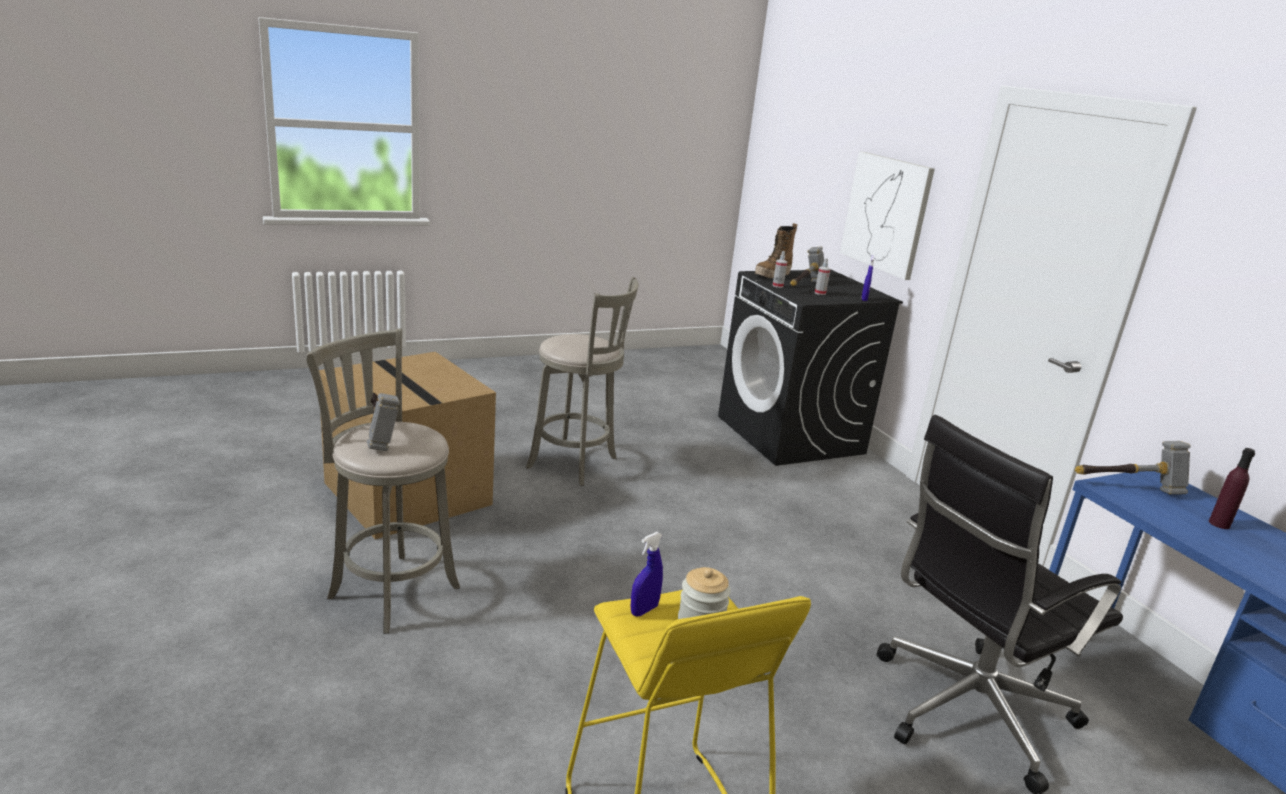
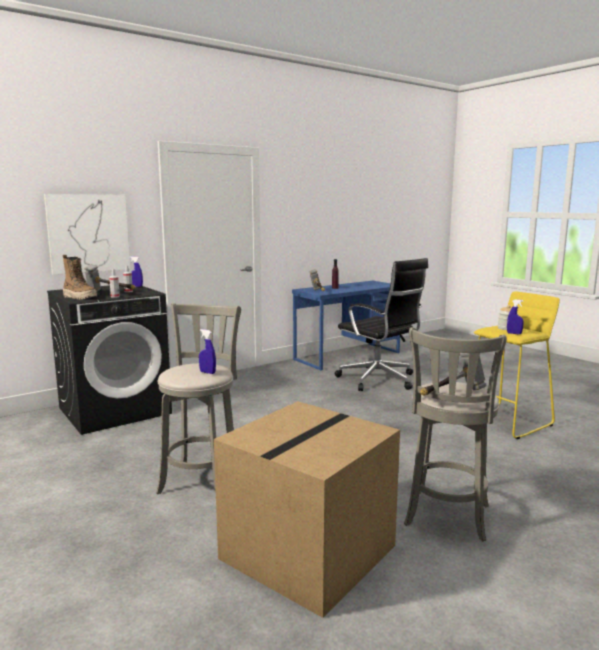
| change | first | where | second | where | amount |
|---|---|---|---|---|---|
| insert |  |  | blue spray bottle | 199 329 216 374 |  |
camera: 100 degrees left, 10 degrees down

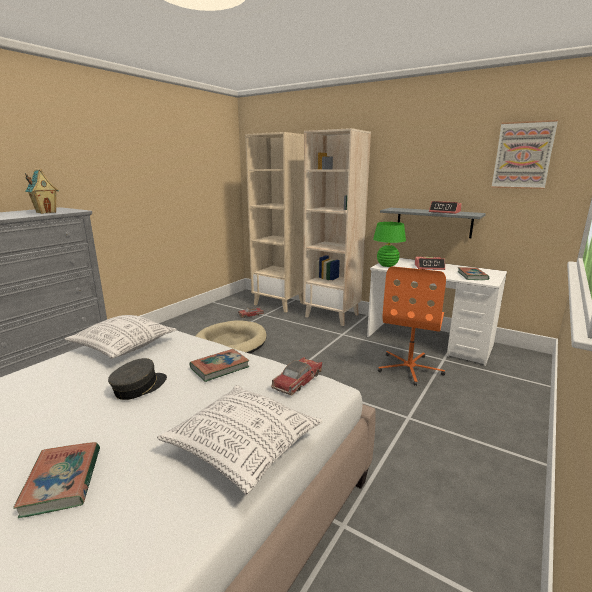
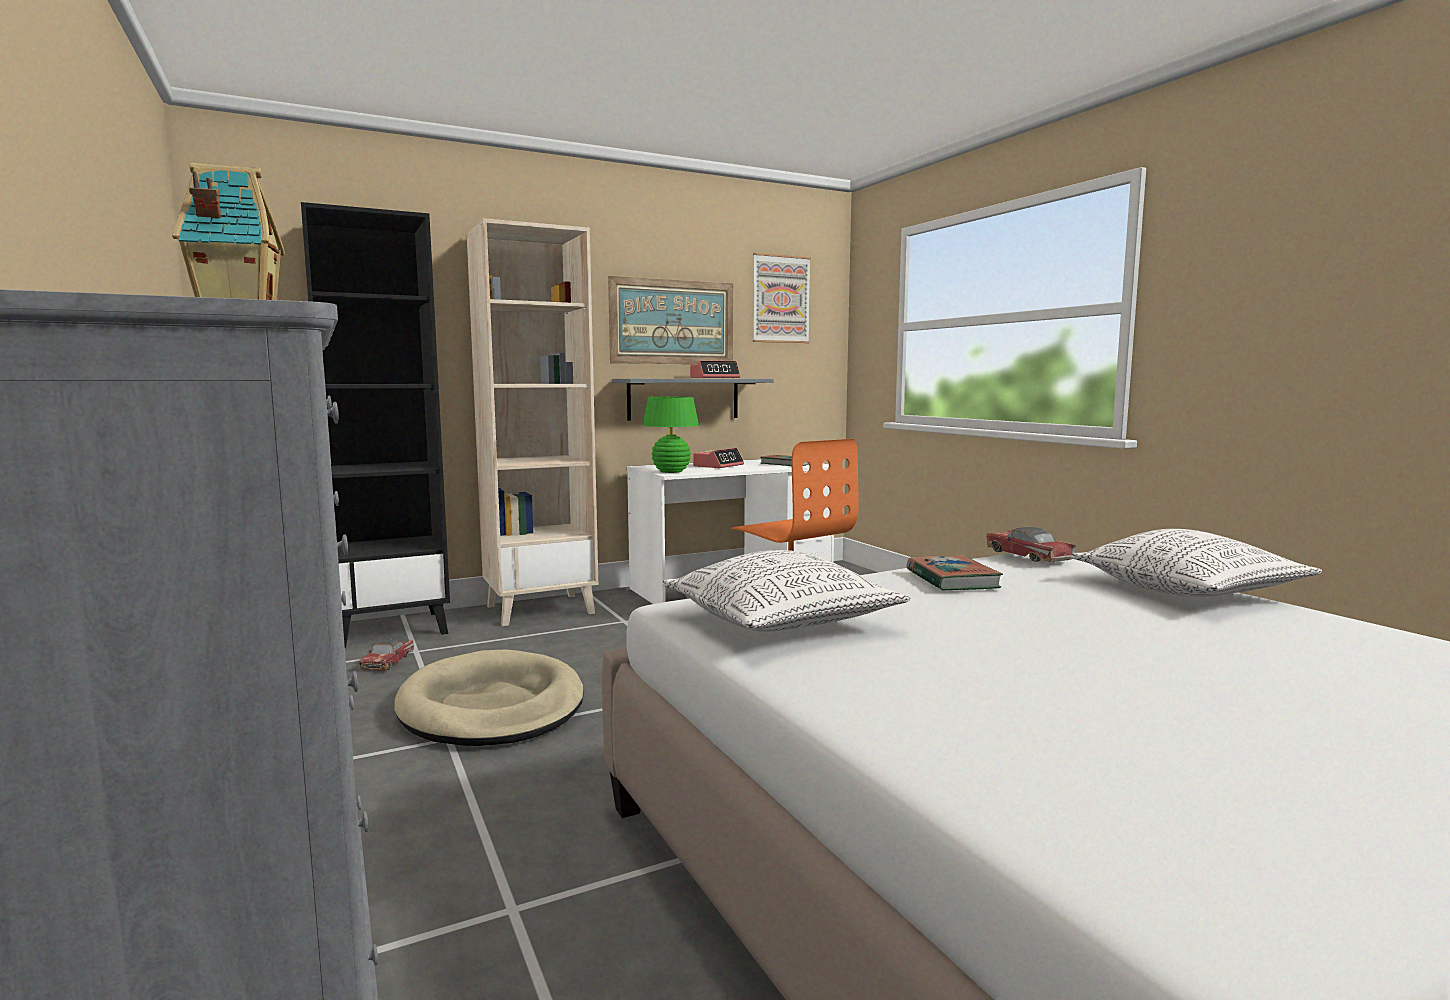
| change | first | where | second | where | amount |
|---|---|---|---|---|---|
| delete | book | 13 442 100 518 |  |  |  |
| delete | grey cap | 108 358 167 400 |  |  |  |
| recolor | beige bookcase | 245 132 304 313 | black bookcase | 301 202 450 648 |  |
| insert |  |  | picture | 608 276 733 364 |  |
camera: 60 degrees left, 10 degrees down

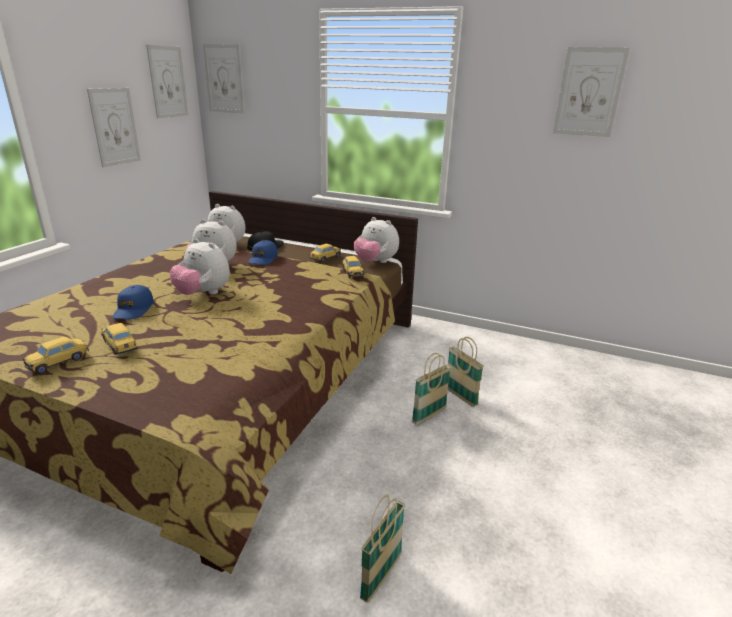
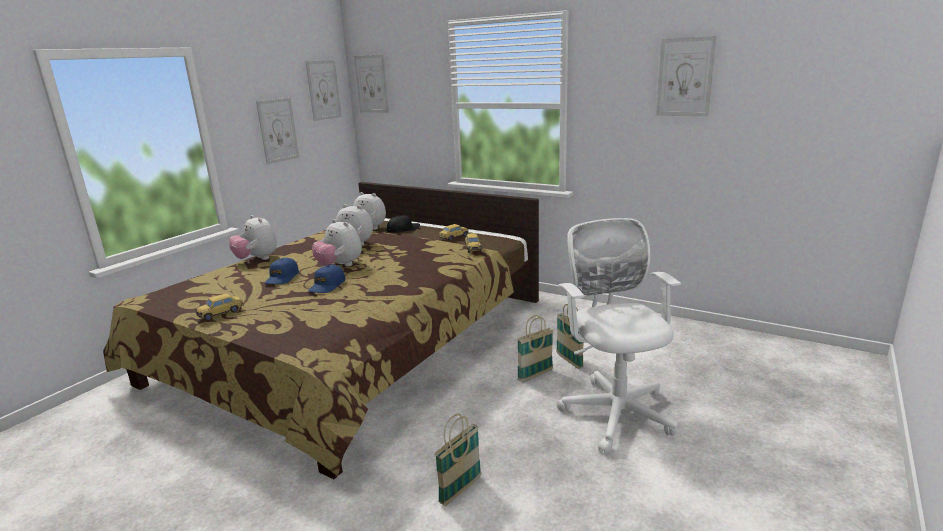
| change | first | where | second | where | amount |
|---|---|---|---|---|---|
| delete | toy car | 101 323 138 355 |  |  |  |
| move | blue cap | 248 240 278 265 |  | 308 265 345 293 |  |
| move | plush toy | 354 217 399 263 |  | 229 215 277 260 |  |
| insert |  |  | white office chair | 557 218 681 454 |  |
camera: 10 degrees right, 5 degrees down

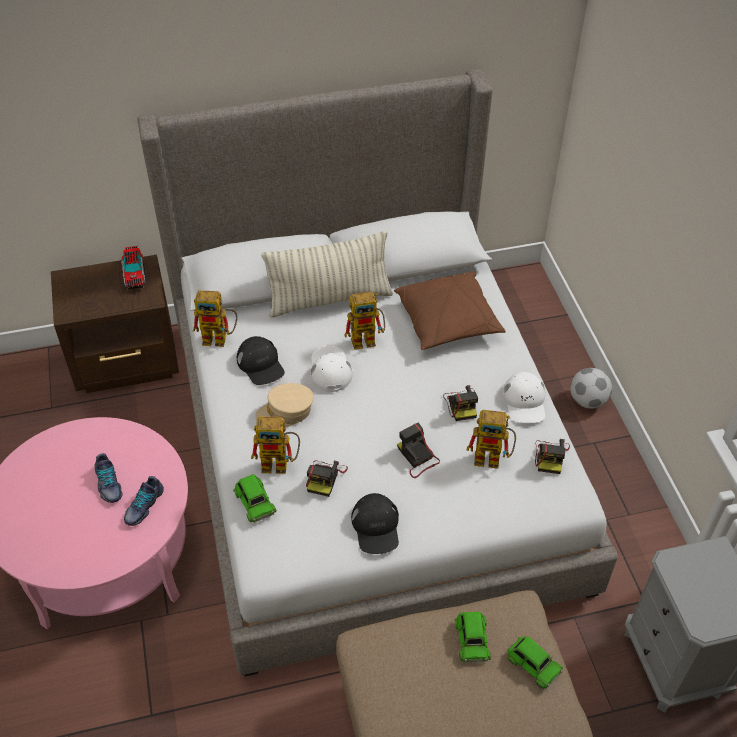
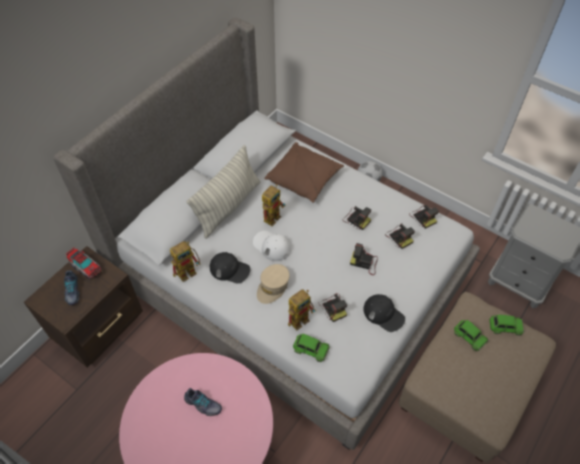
| change | first | where | second | where | amount |
|---|---|---|---|---|---|
| move | shoe | 124 476 164 526 |  | 64 270 80 305 |  |
| replace | toy robot | 467 410 516 469 | photo camera | 385 224 415 249 |  |
| delete | white cap | 502 372 546 423 |  |  |  |
camera: 40 degrees left, 5 degrees up

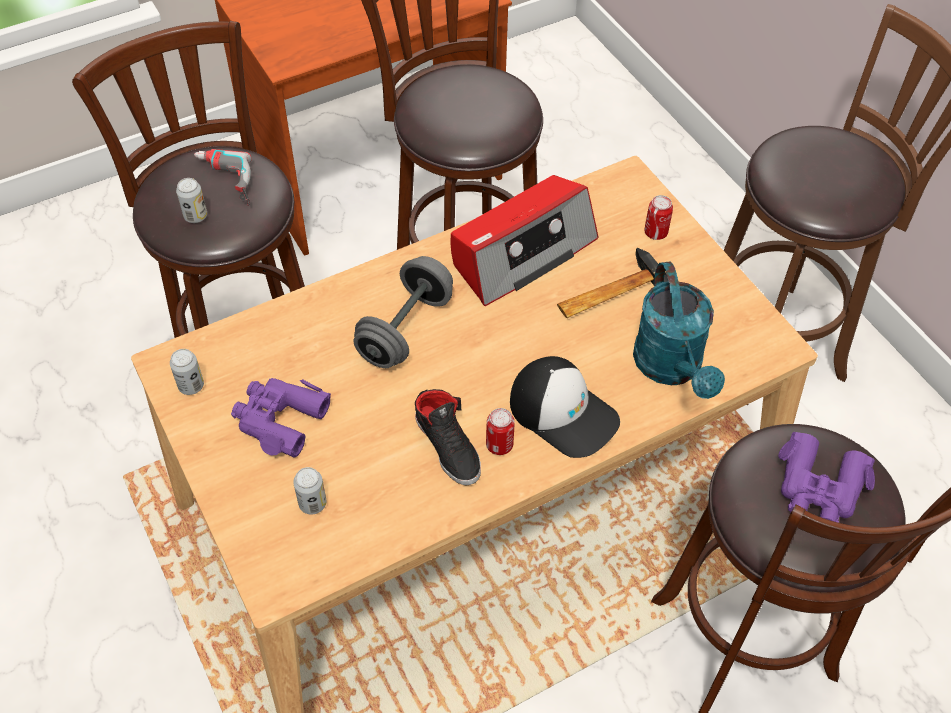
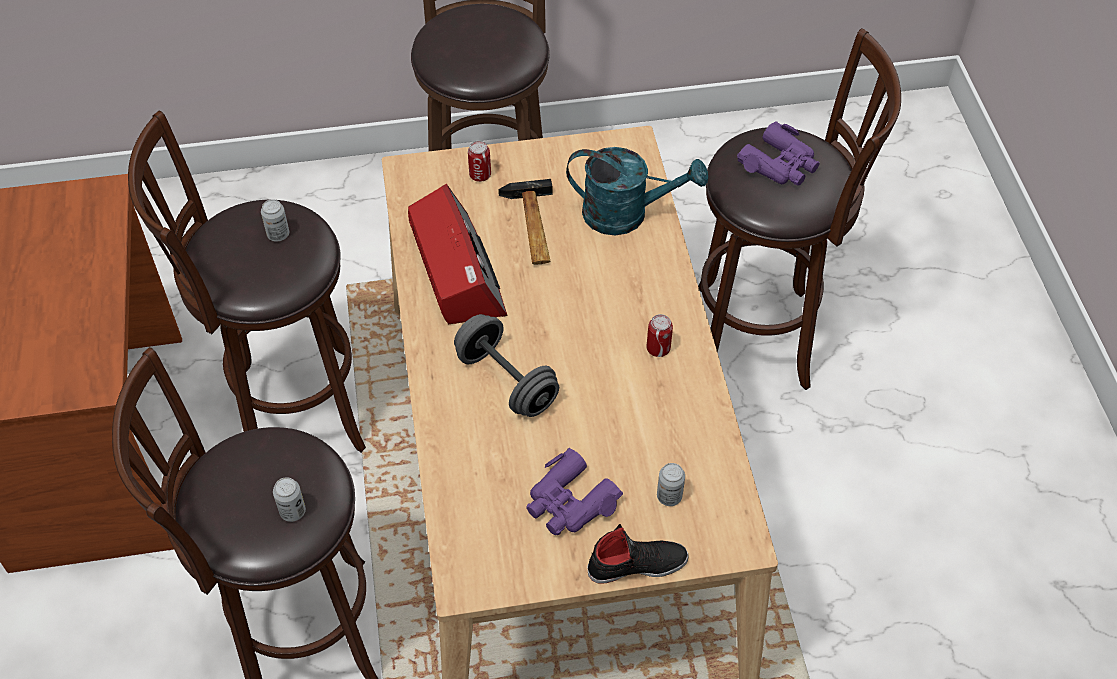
| change | first | where | second | where | amount |
|---|---|---|---|---|---|
| move | can | 170 349 204 395 |  | 261 199 289 242 |  |
| delete | power drill | 194 149 252 206 |  |  |  |
| move | black shoe | 415 389 481 486 |  | 587 524 689 584 |  |
| delete | cap | 510 356 620 458 |  |  |  |
camera: 70 degrees left, 0 degrees up

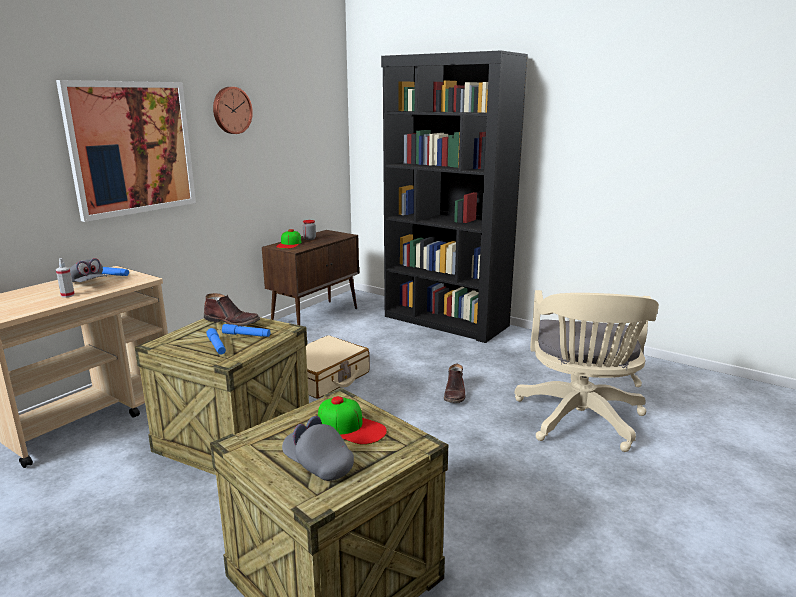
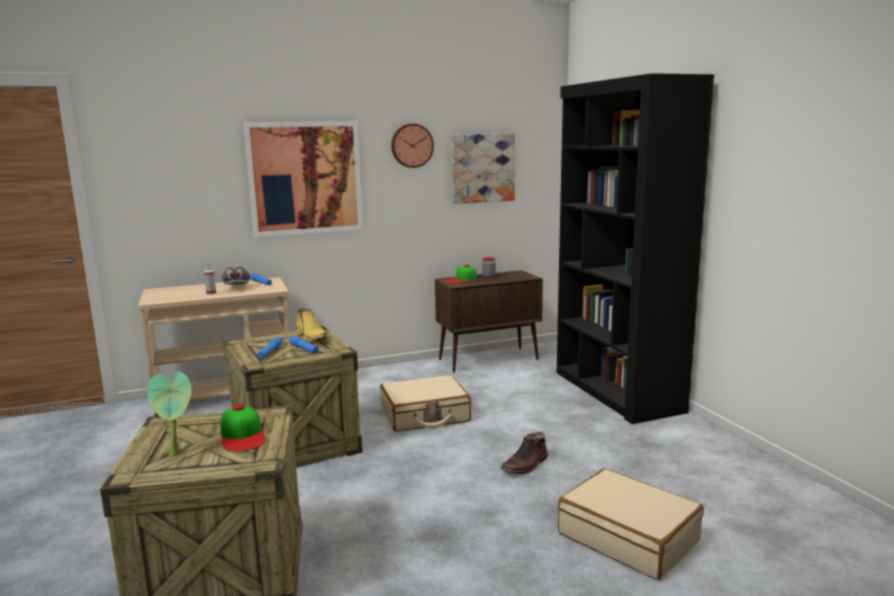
| change | first | where | second | where | amount |
|---|---|---|---|---|---|
| recolor | brown boot | 204 293 260 326 | yellow boot | 296 308 328 341 |  |
| replace | grey cap | 282 416 354 481 | potted plant | 147 372 192 457 |  |
| replace | beige office chair | 514 290 659 452 | beige suitcase | 558 468 704 580 |  |
| insert |  |  | picture | 452 133 515 204 |  |
camera: 35 degrees right, 5 degrees down

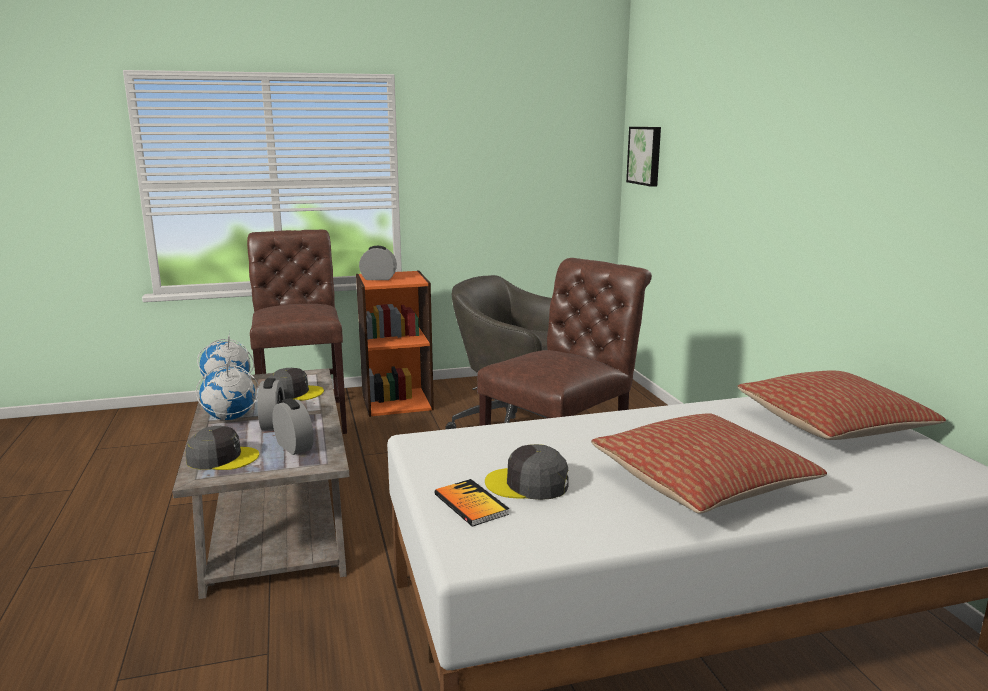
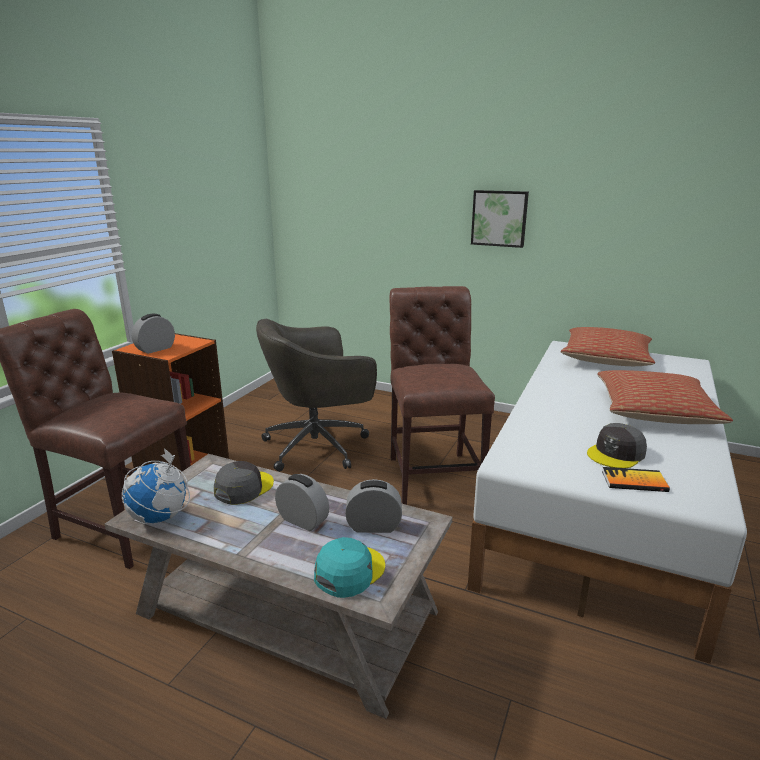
| change | first | where | second | where | amount |
|---|---|---|---|---|---|
| recolor | grey cap | 186 426 259 470 | turquoise cap | 314 537 385 598 |  |
| delete | globe | 196 357 259 420 |  |  |  |
| move | picture | 626 127 661 187 |  | 471 190 529 248 |  |
camera: 50 degrees left, 5 degrees up

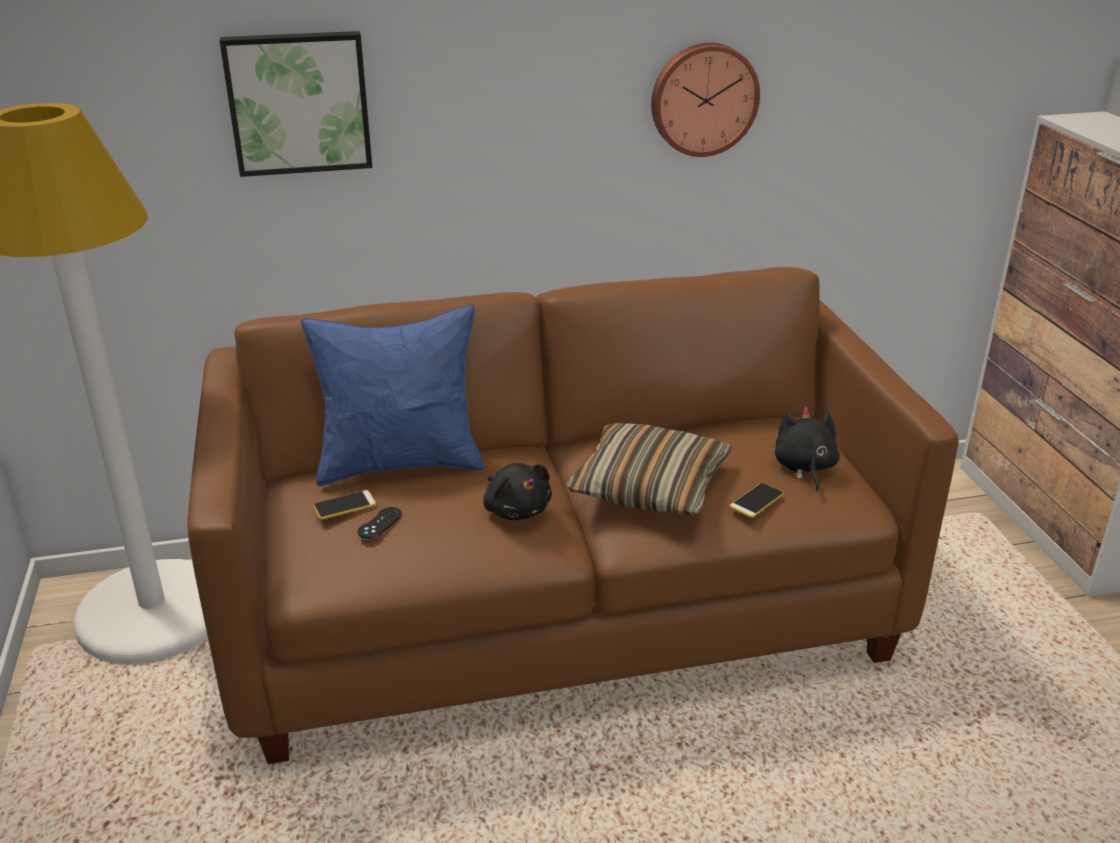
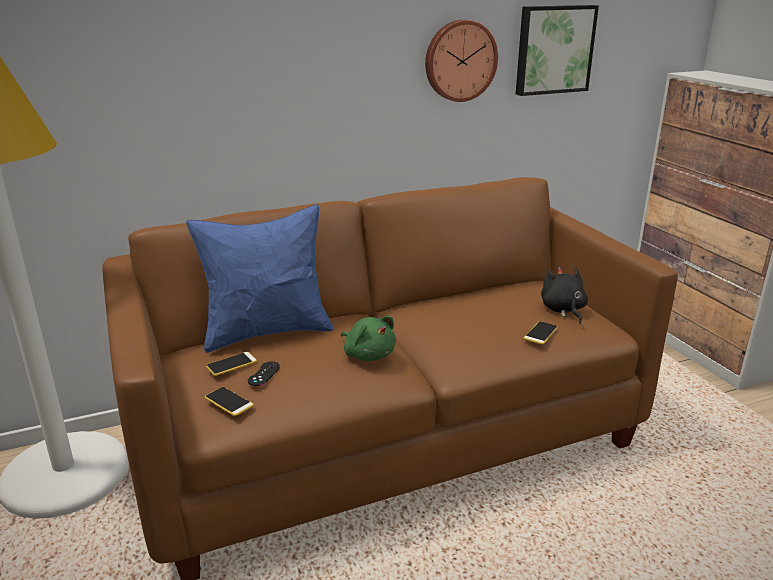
| change | first | where | second | where | amount |
|---|---|---|---|---|---|
| move | picture | 220 31 372 177 |  | 516 5 599 96 |  |
| recolor | black plush toy | 483 463 552 520 | green plush toy | 341 316 396 361 |  |
| delete | pillow | 567 423 732 516 |  |  |  |
| insert |  |  | phone | 205 387 254 416 |  |
camera: 10 degrees left, 5 degrees down

